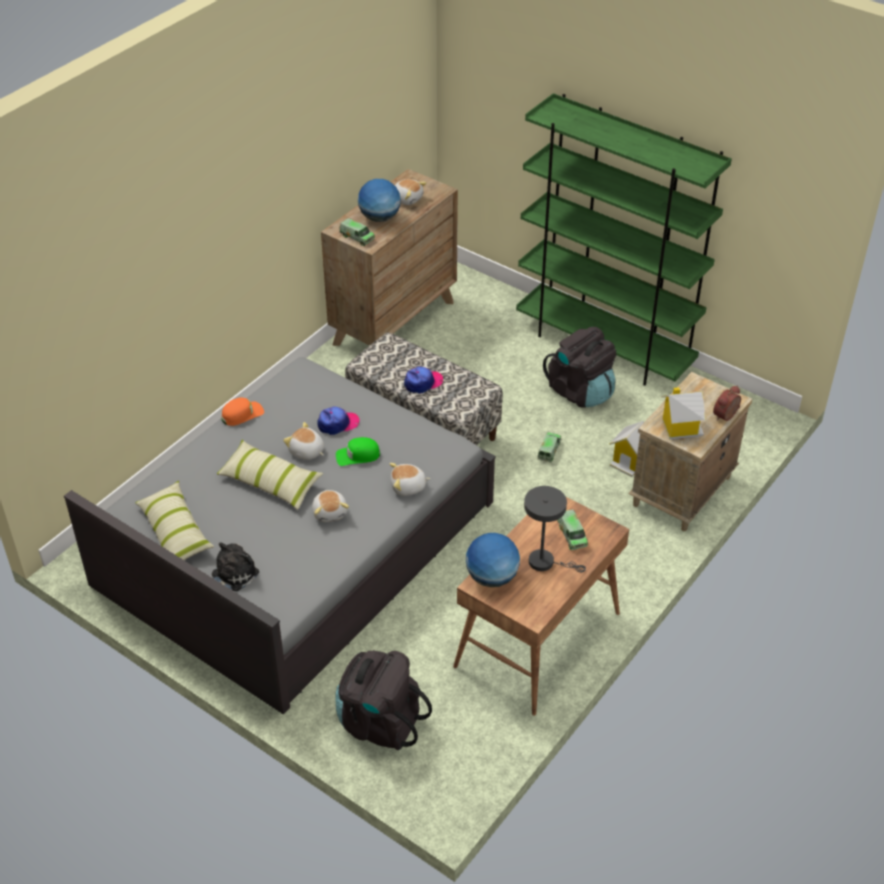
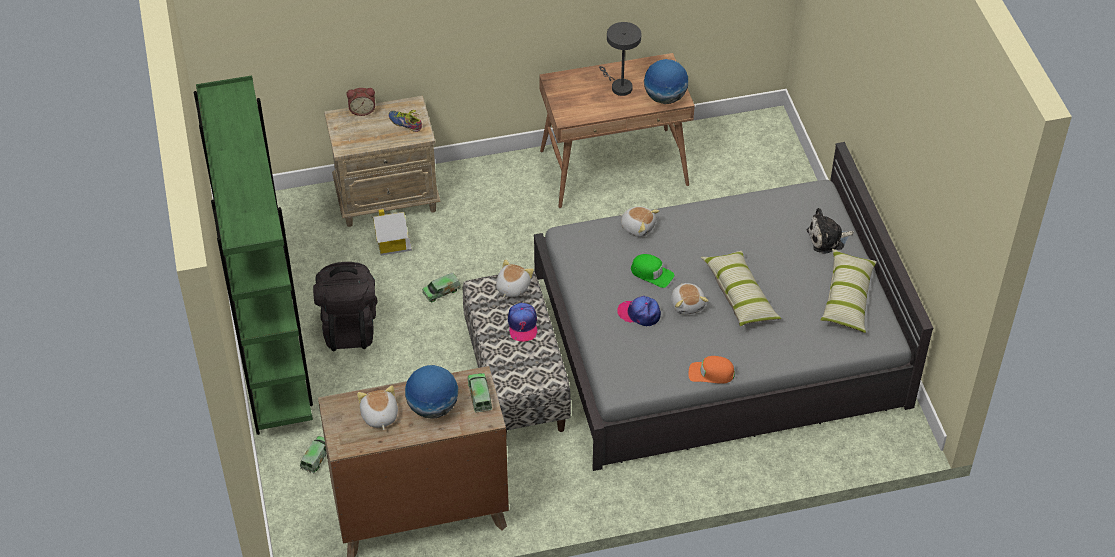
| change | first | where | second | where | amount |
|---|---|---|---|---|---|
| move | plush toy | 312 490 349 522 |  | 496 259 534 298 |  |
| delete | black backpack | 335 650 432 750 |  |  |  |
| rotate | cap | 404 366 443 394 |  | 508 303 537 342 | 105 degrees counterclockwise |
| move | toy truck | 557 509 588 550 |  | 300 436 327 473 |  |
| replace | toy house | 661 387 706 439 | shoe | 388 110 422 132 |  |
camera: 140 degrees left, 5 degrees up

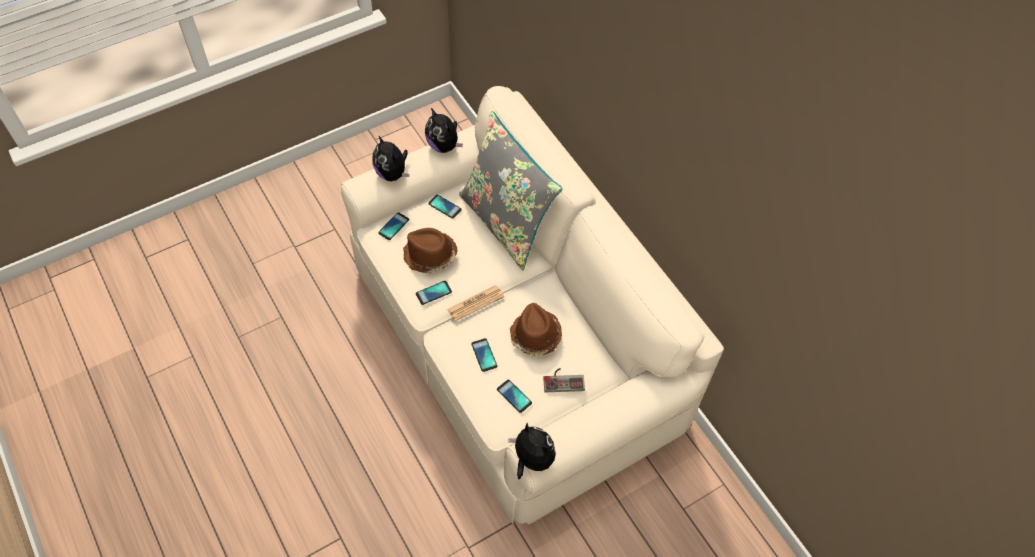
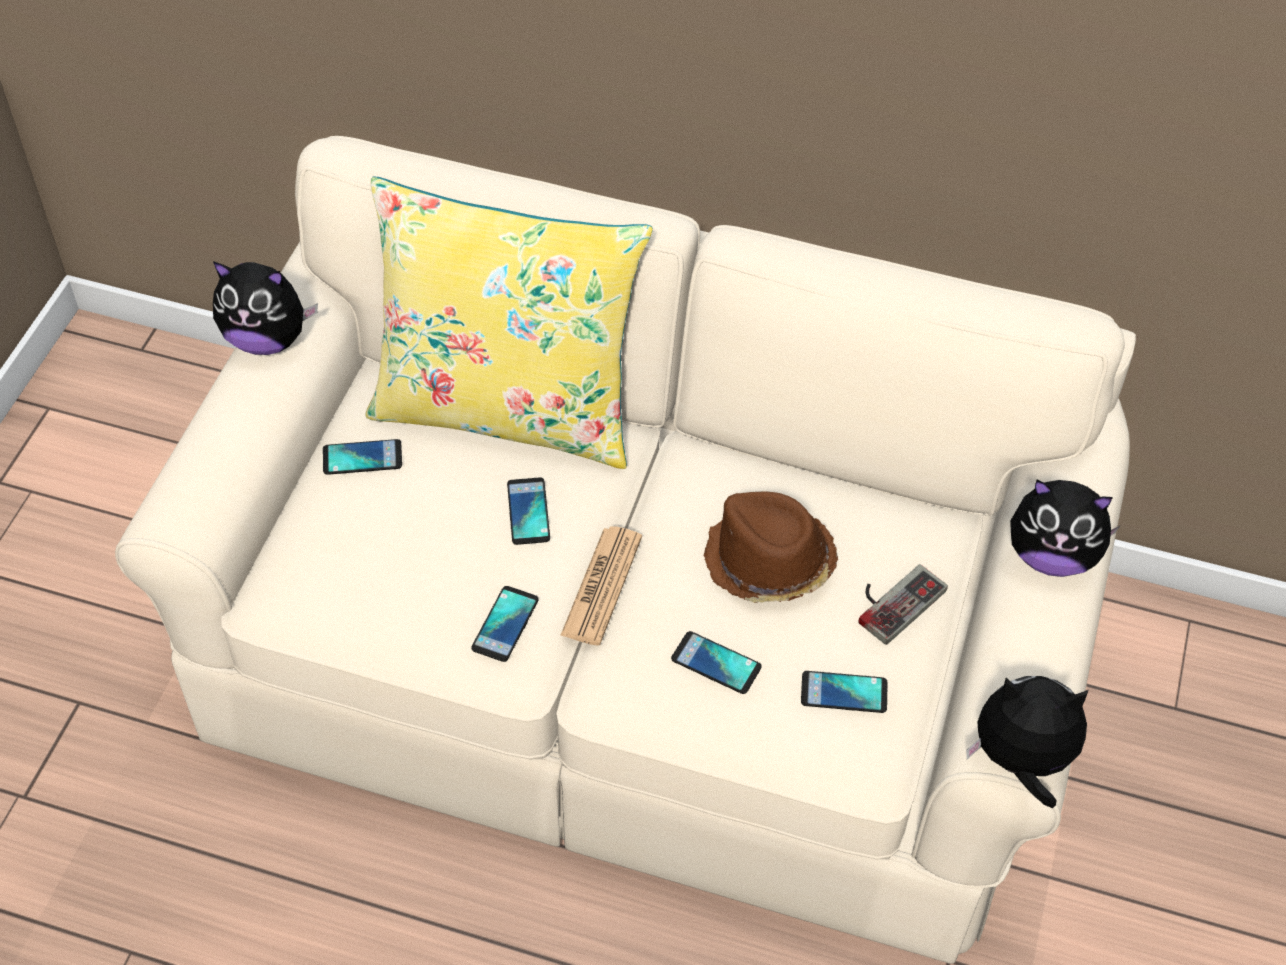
| change | first | where | second | where | amount |
|---|---|---|---|---|---|
| move | plush toy | 372 135 409 181 |  | 1010 480 1121 577 |  |
| move | phone | 378 212 409 240 |  | 507 477 550 545 |  |
| delete | brown hat | 403 228 457 273 |  |  |  |
| recolor | grey pillow | 459 111 563 270 | yellow pillow | 365 177 653 469 |  |
camera: 40 degrees left, 5 degrees down

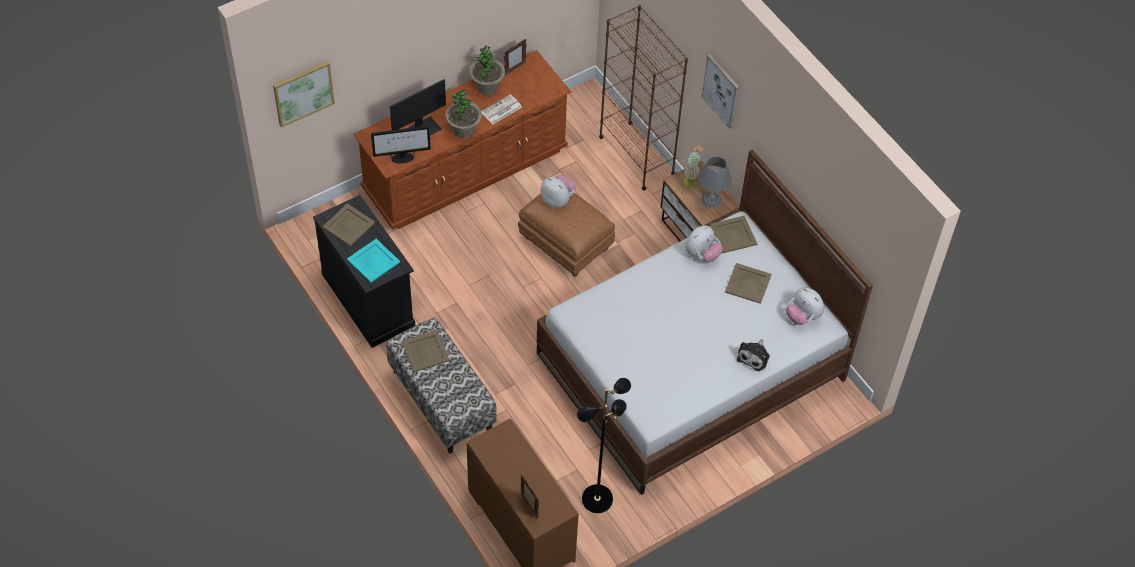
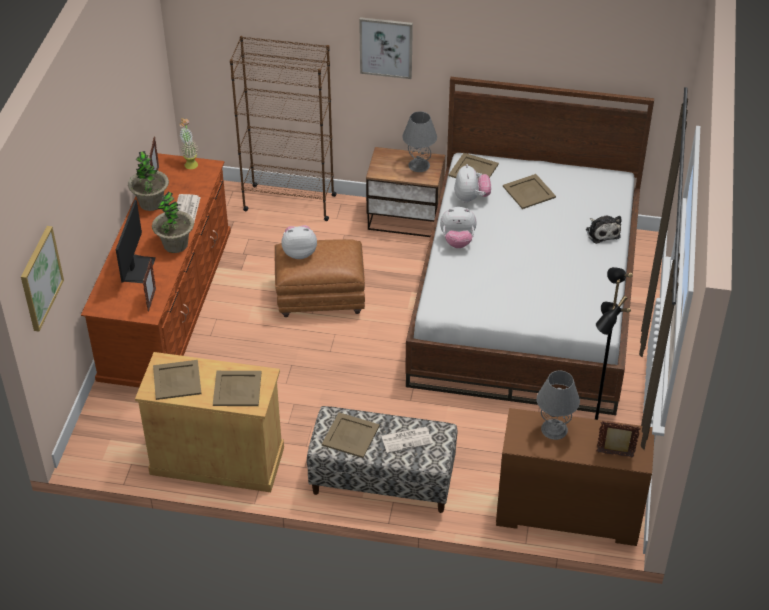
| change | first | where | second | where | amount |
|---|---|---|---|---|---|
| recolor | black cabinet | 313 195 415 348 | beige cabinet | 135 352 284 492 |  |
| recolor | turquoise tray | 347 239 400 283 | beige tray | 213 371 261 406 |  |
| replace | monitor | 371 126 431 163 | picture frame | 143 258 156 311 |  |
| move | potted plant | 683 145 703 187 |  | 179 118 198 169 |  |
| move | plush toy | 786 287 824 325 |  | 440 207 477 248 |  |
| insert |  |  | newspaper | 381 427 433 453 |  |
| insert |  |  | grey table lamp | 537 371 580 440 |  |
camera: 45 degrees left, 10 degrees down

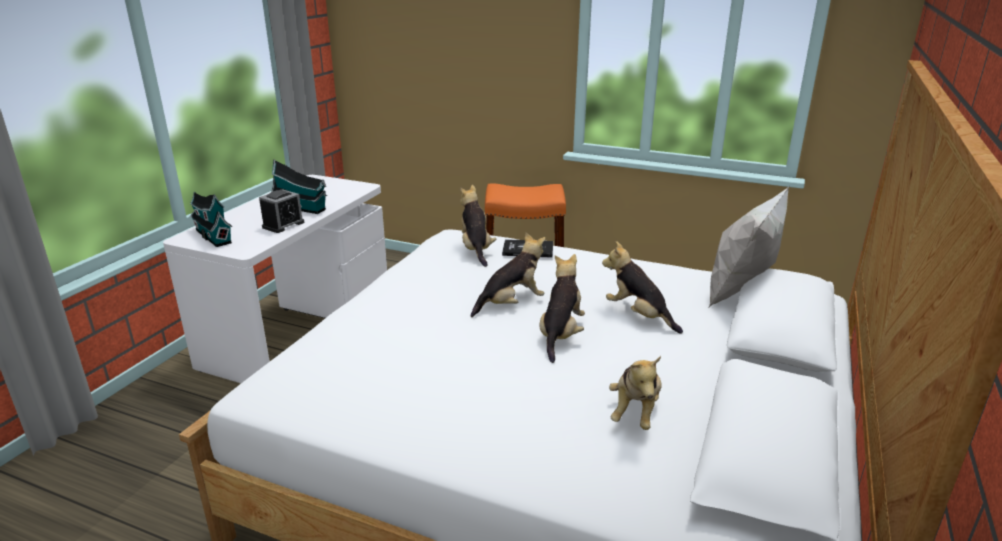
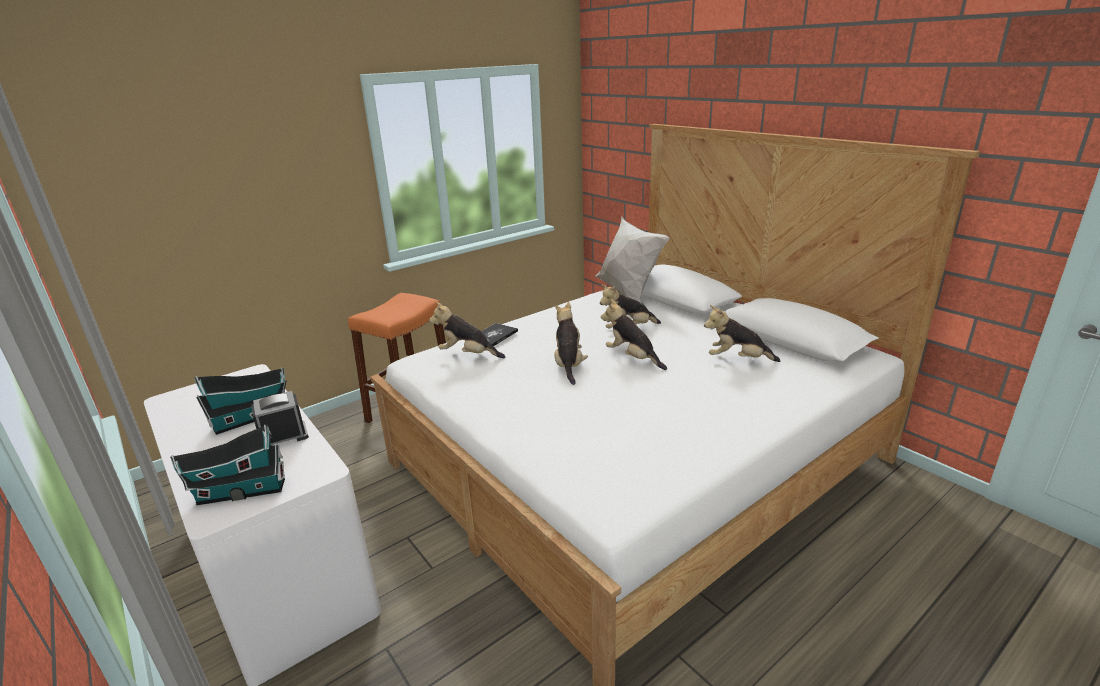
| change | first | where | second | where | amount |
|---|---|---|---|---|---|
| rotate | alarm clock | 259 189 305 233 |  | 252 391 309 446 | 90 degrees counterclockwise |
| rotate | plush toy | 609 356 662 430 |  | 704 305 780 362 | 150 degrees clockwise |
camera: 60 degrees left, 0 degrees up

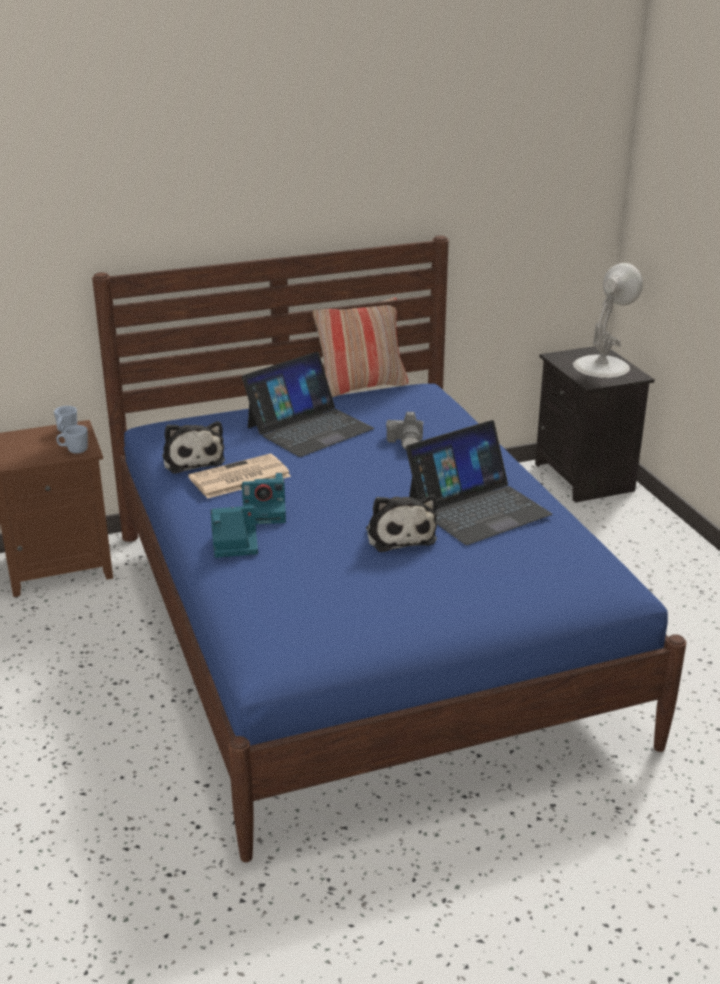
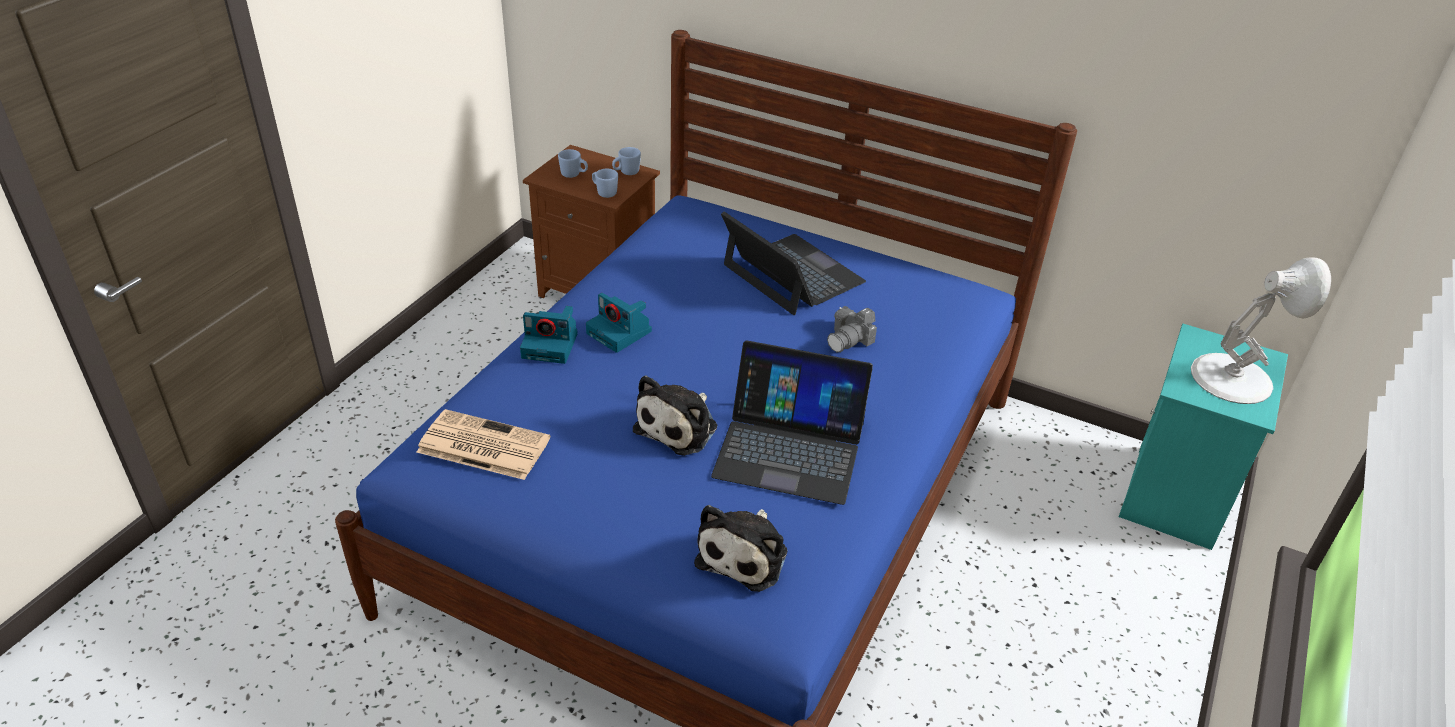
| change | first | where | second | where | amount |
|---|---|---|---|---|---|
| move | plush toy | 162 421 225 474 |  | 694 505 787 592 |  |
| move | newspaper | 188 454 291 499 |  | 417 409 550 480 |  |
| rotate | photo camera | 211 506 258 558 |  | 520 306 578 364 | 150 degrees clockwise |
| rotate | laptop | 242 352 374 457 |  | 721 212 866 315 | 135 degrees counterclockwise |
| delete | pillow | 313 298 408 397 |  |  |  |
| recolor | black nightstand | 535 345 655 503 | turquoise nightstand | 1119 324 1288 550 |  |
| insert |  |  | blue mug | 558 149 588 178 |  |
camera: 45 degrees right, 10 degrees up

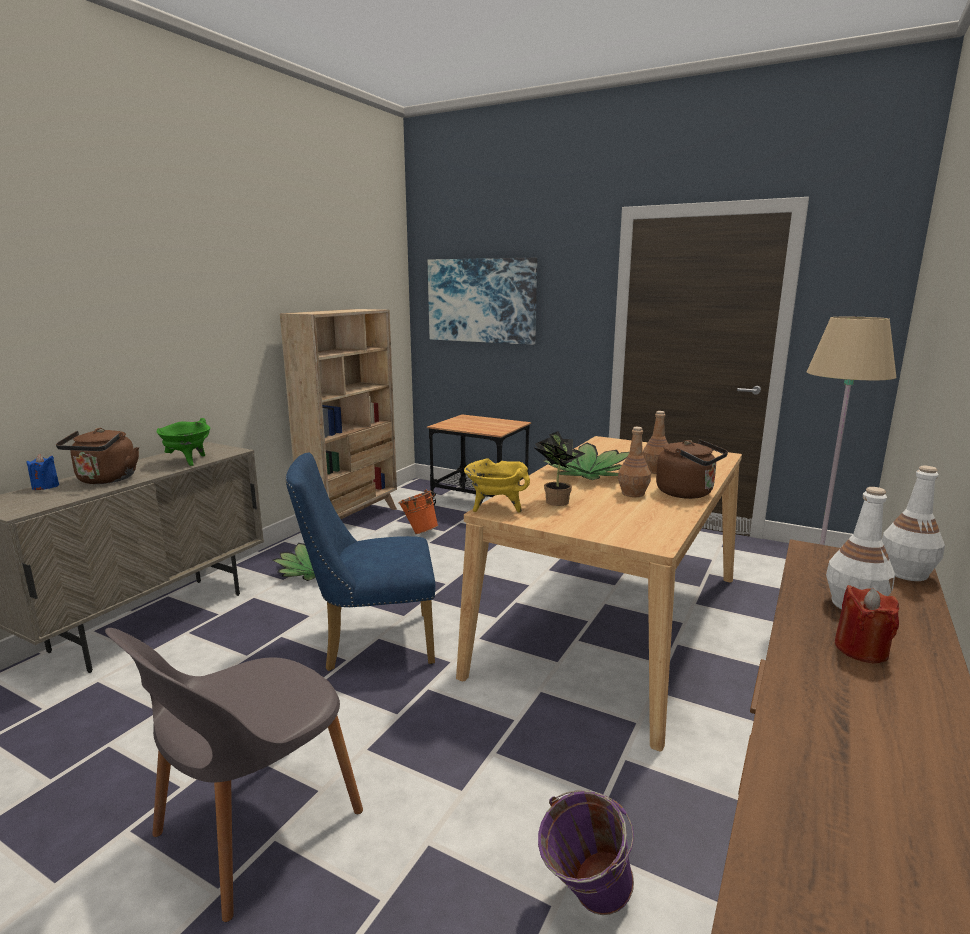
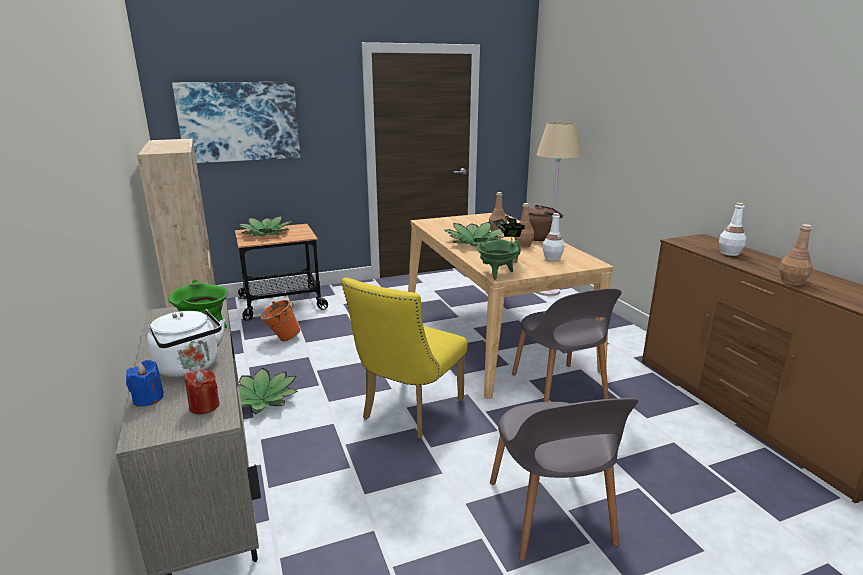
| change | first | where | second | where | amount |
|---|---|---|---|---|---|
| recolor | brown kettle | 56 428 139 484 | white kettle | 147 309 225 378 |  |
| recolor | blue chair | 286 452 435 671 | yellow chair | 341 277 468 439 |  |
| recolor | yellow cooking pot | 464 458 530 513 | green cooking pot | 477 240 521 280 |  |
| delete | purple bucket | 538 790 634 915 |  |  |  |
| move | red candle | 835 585 899 663 |  | 184 369 220 414 |  |
| move | white bottle | 882 466 945 581 |  | 542 213 565 261 |  |
| insert |  |  | potted plant | 237 216 292 236 |  |
| insert |  |  | grey chair | 512 289 622 402 |  |
| insert |  |  | brown bottle | 779 224 813 286 |  |
camera: 50 degrees left, 5 degrees up

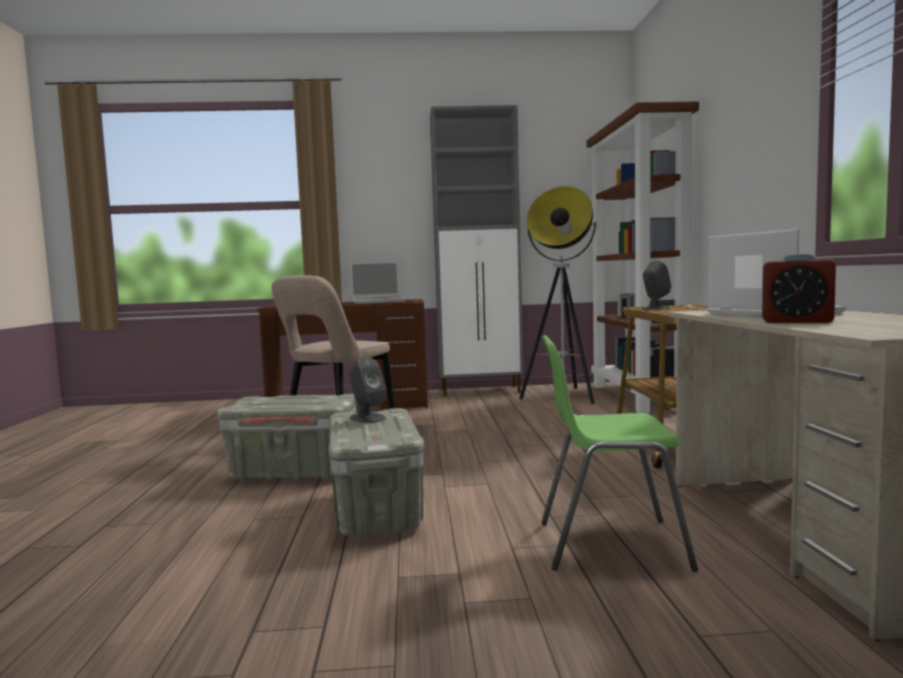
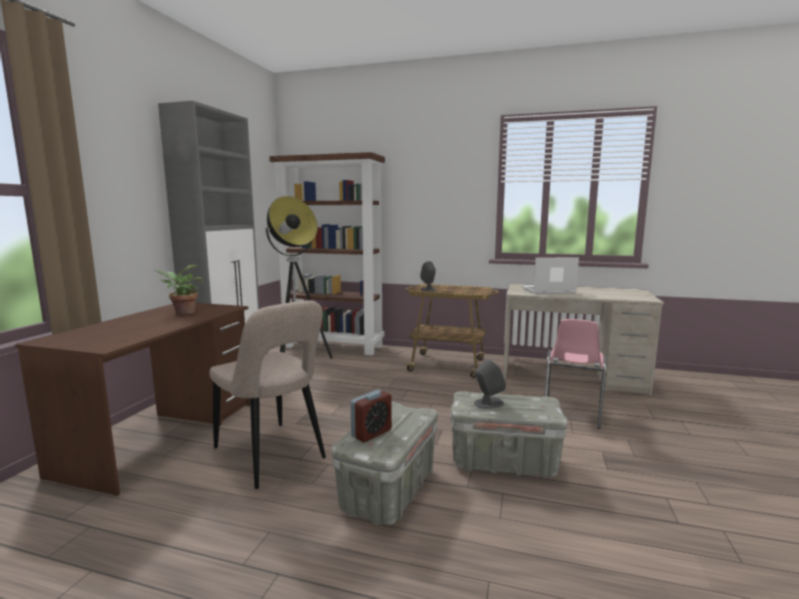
| change | first | where | second | where | amount |
|---|---|---|---|---|---|
| replace | laptop | 350 261 407 304 | potted plant | 154 265 204 315 |  |
| recolor | green chair | 541 335 698 572 | pink chair | 544 319 607 429 |  |
| move | alarm clock | 762 253 836 323 |  | 350 390 392 442 |  |
camera: 70 degrees left, 5 degrees up

